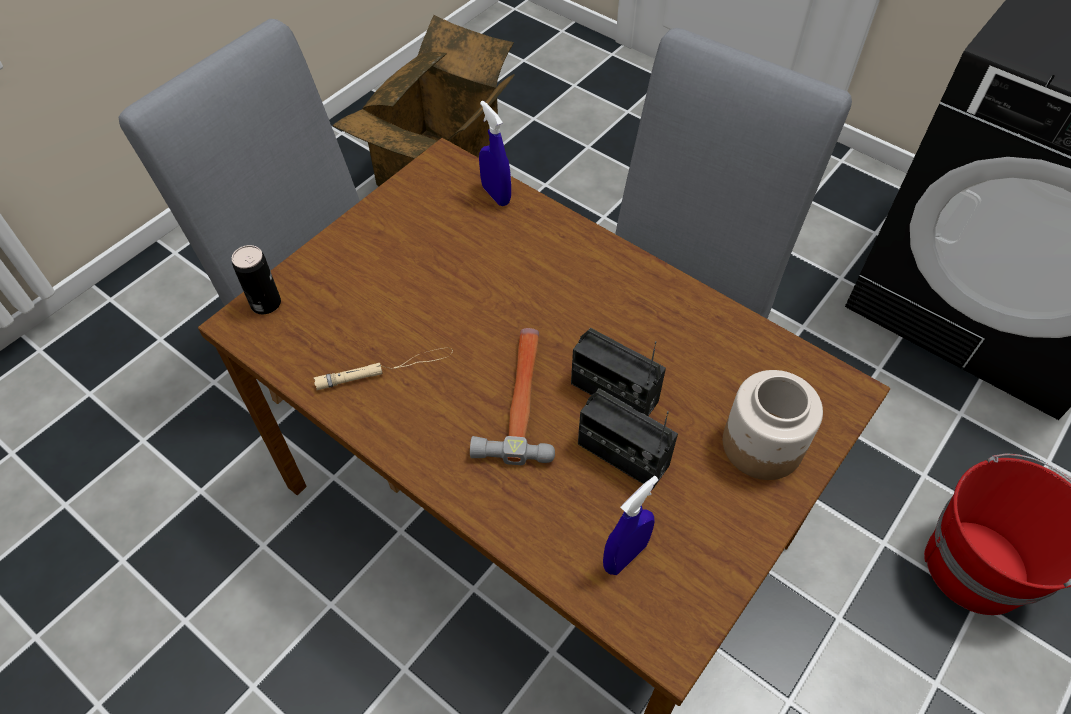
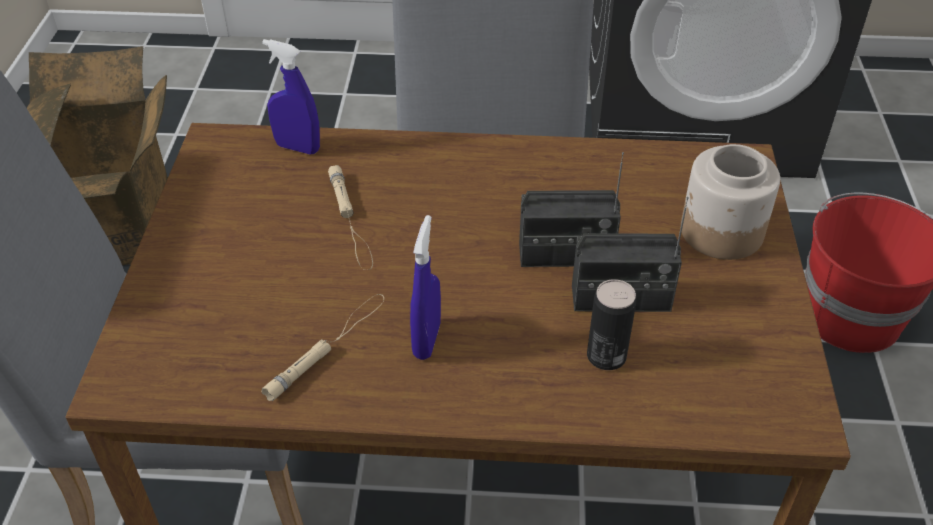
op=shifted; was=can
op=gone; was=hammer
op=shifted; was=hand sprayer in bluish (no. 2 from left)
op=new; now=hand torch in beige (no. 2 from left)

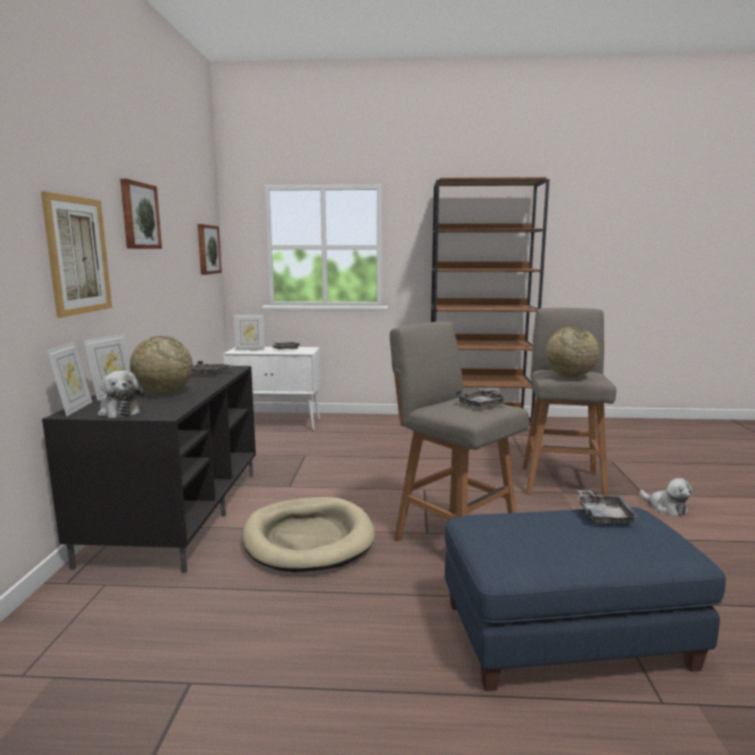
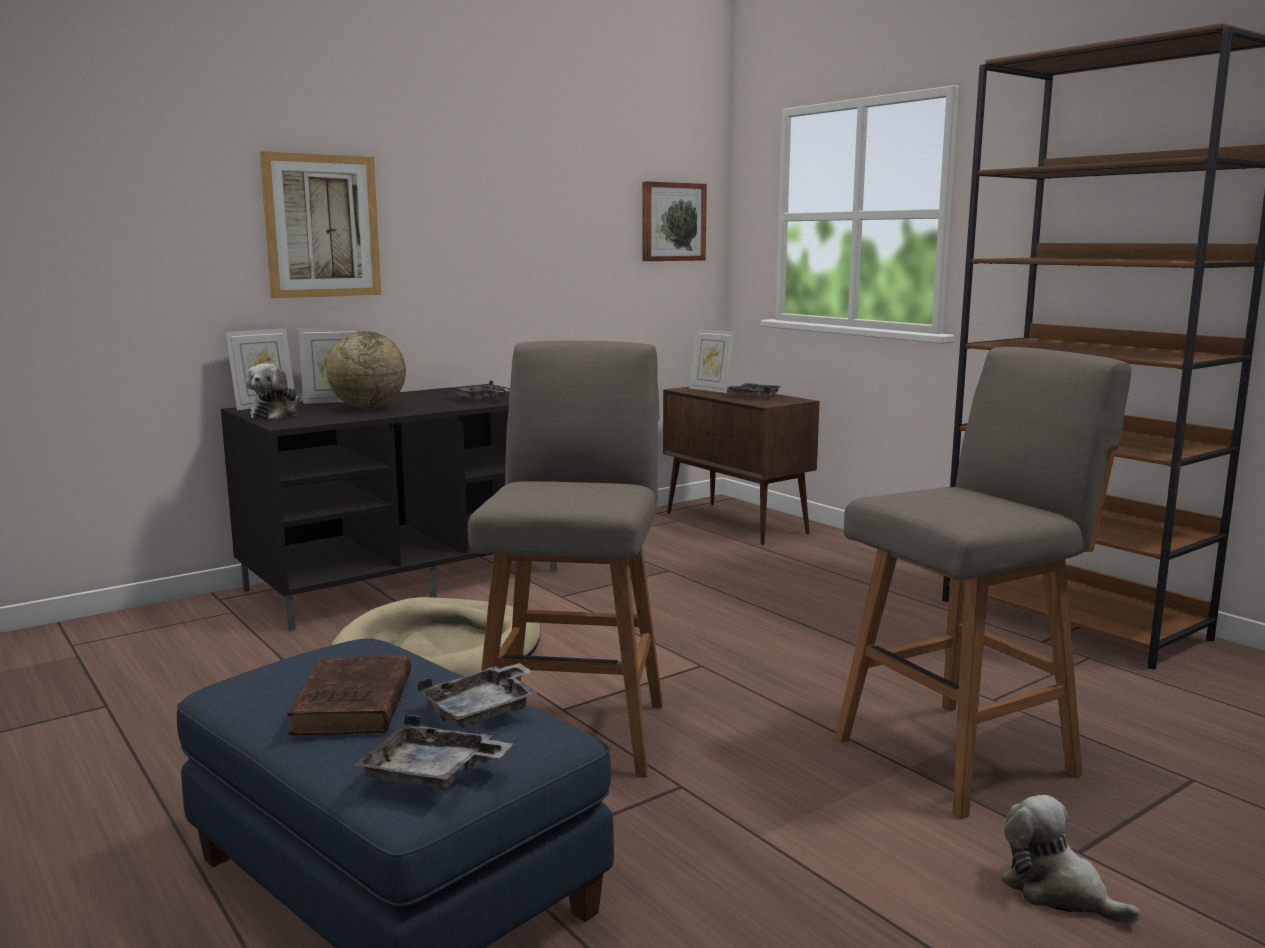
op=gone; was=wall art (no. 2 from left)
op=repainted; was=storage cabinet in whitish; now=storage cabinet in brownish
op=shifted; was=carrying tray in gray (no. 3 from left in the first image); now=carrying tray in gray (no. 1 from left)
op=gone; was=world globe (no. 2 from left)
op=rotated; was=cuddly toy (no. 2 from left); clockwise=120
op=new; now=bound book in brownish

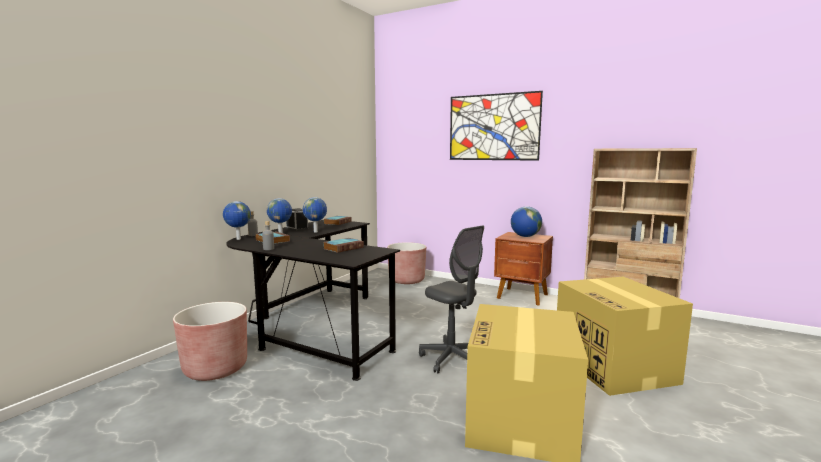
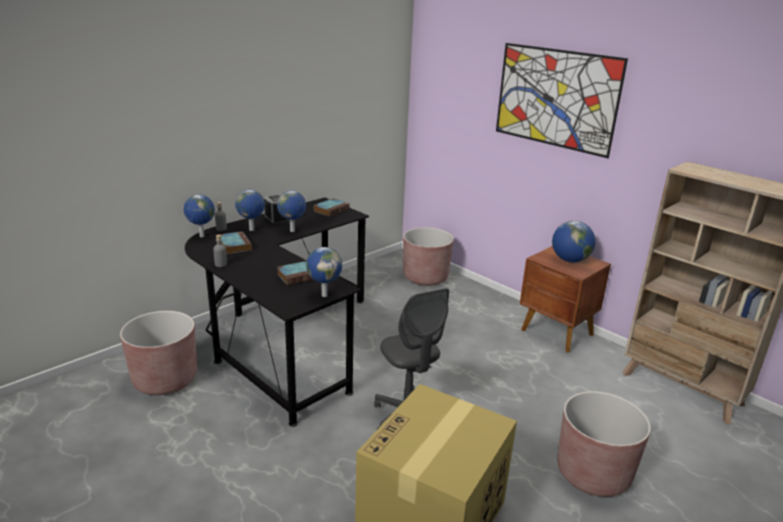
op=swapped; was=cardboard box (no. 2 from left); now=flower pot in brownish (no. 3 from left)
op=new; now=world globe (no. 4 from left)

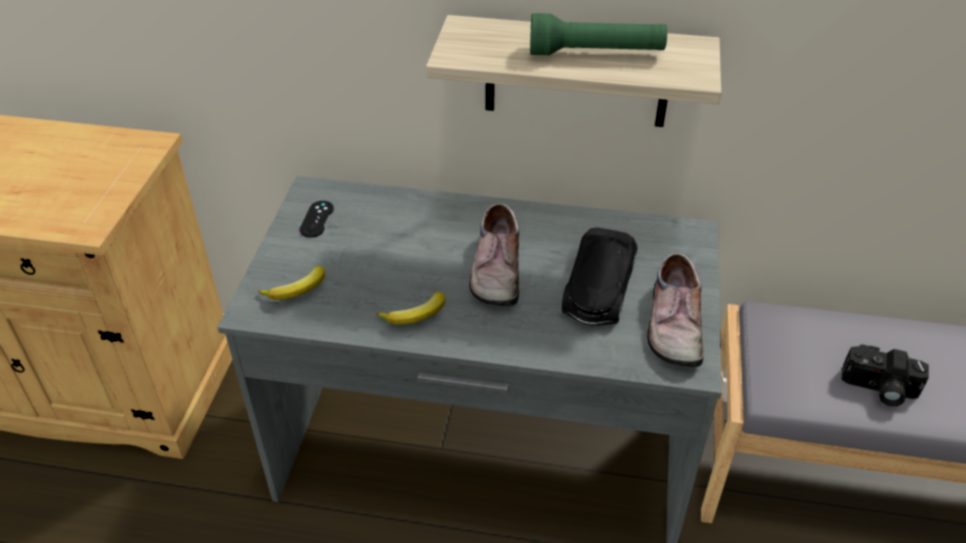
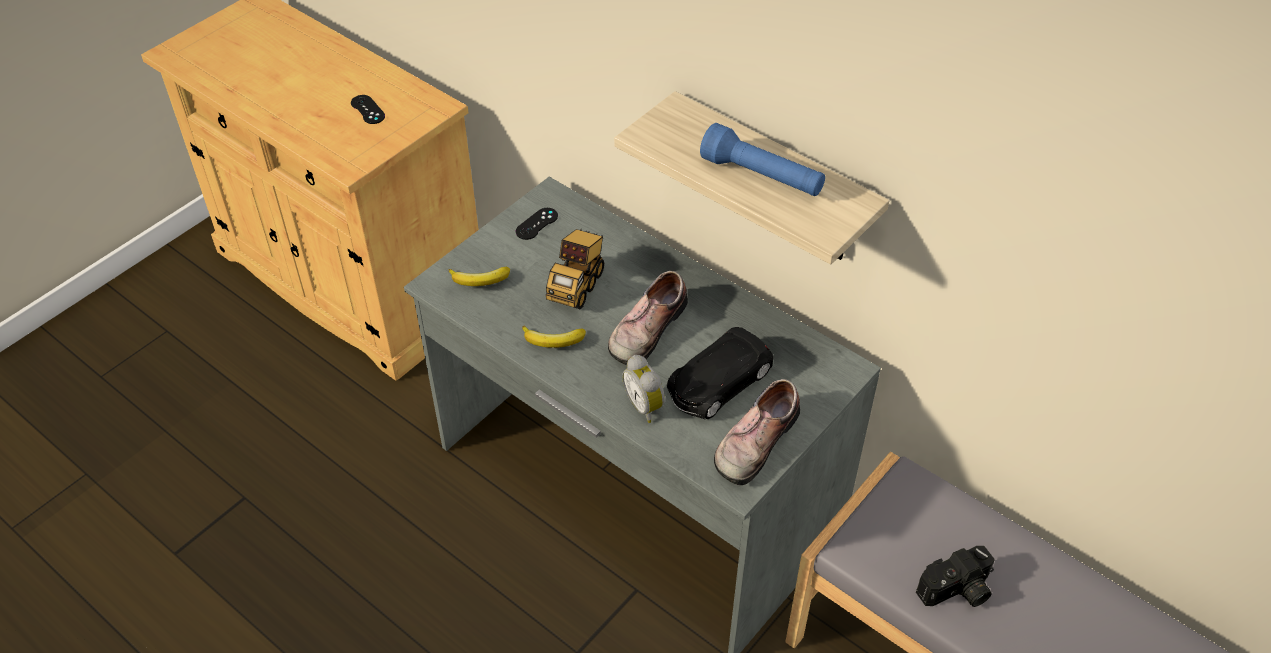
op=repainted; was=hand torch in green; now=hand torch in bluish
op=rotated; was=still camera; clockwise=-75
op=new; now=game controller in black (no. 1 from left)
op=new; now=toy truck
op=new; now=table clock

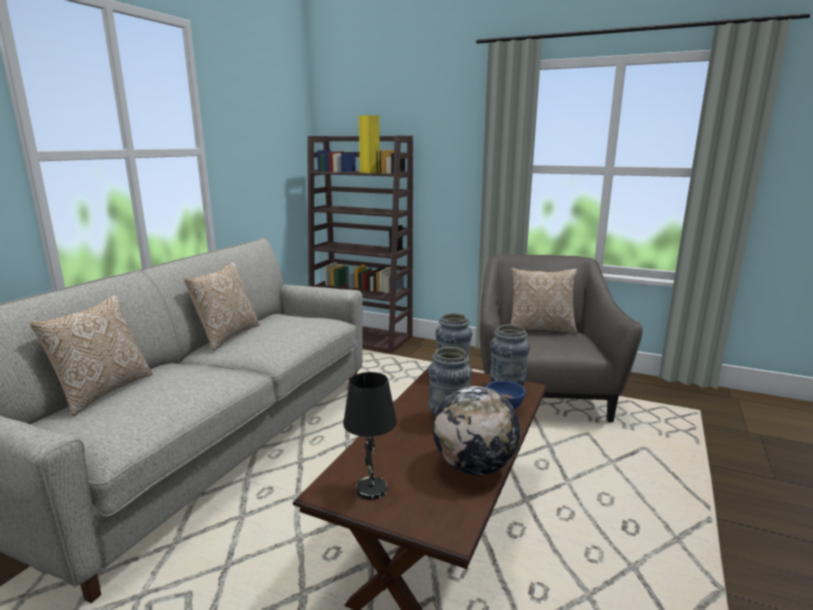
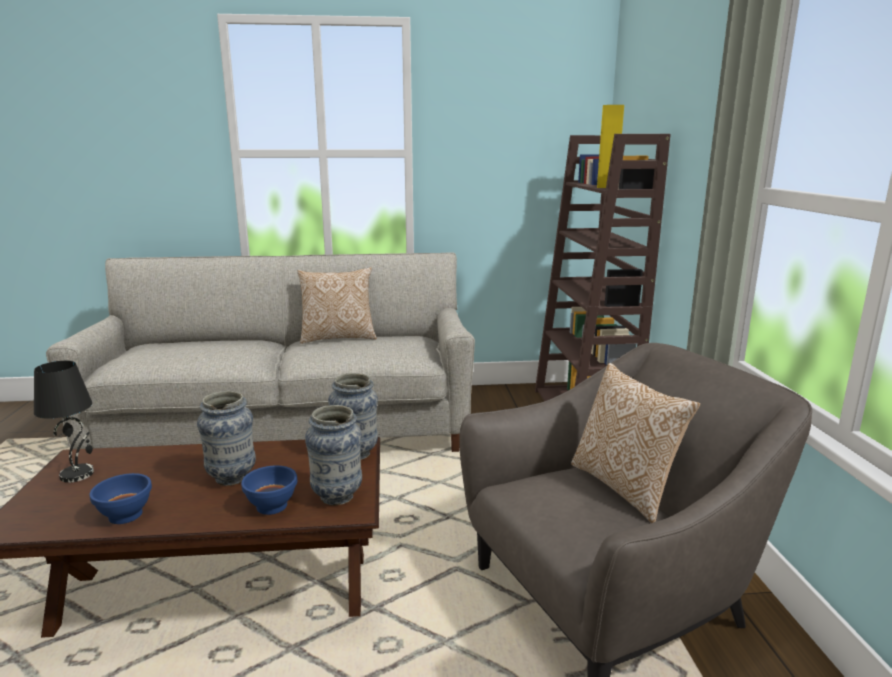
op=gone; was=pillow (no. 1 from left)
op=swapped; was=world globe; now=serving bowl in bluish (no. 1 from left)

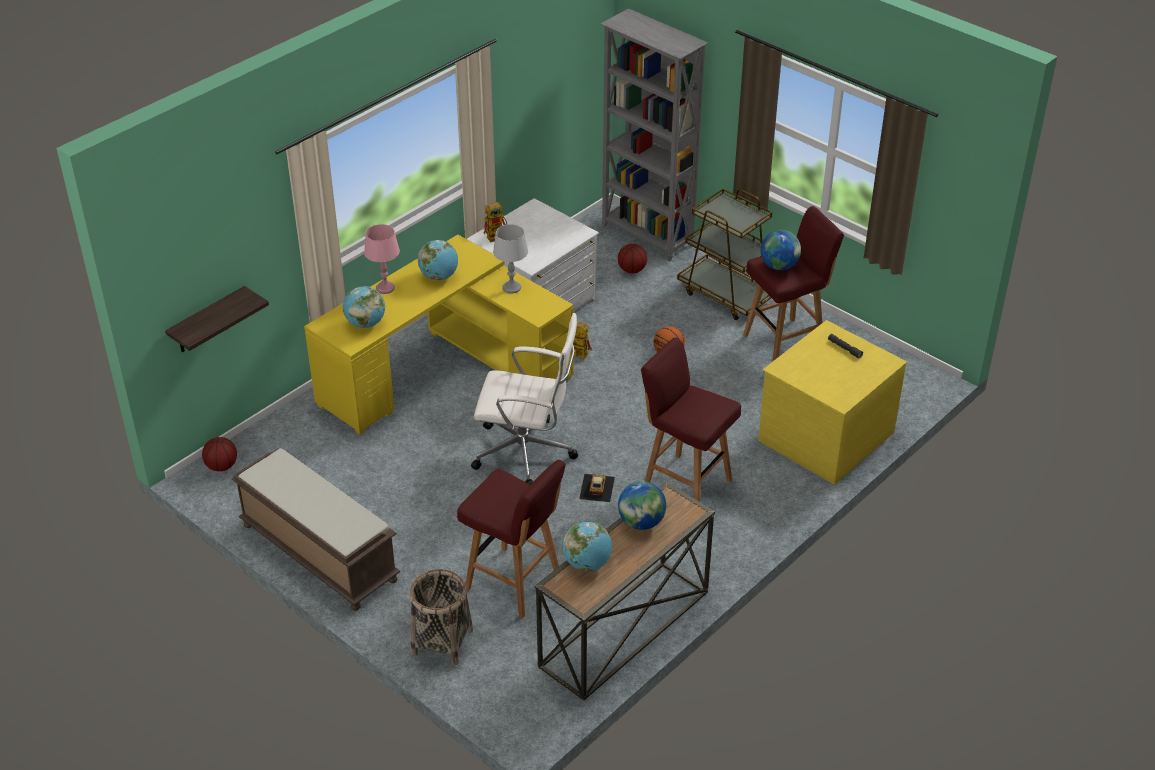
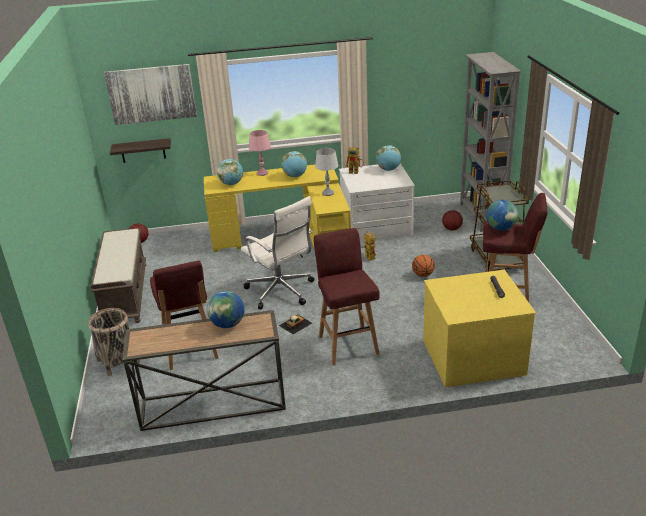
op=shifted; was=world globe (no. 3 from left in the first image); now=world globe (no. 4 from left)
op=new; now=wall art

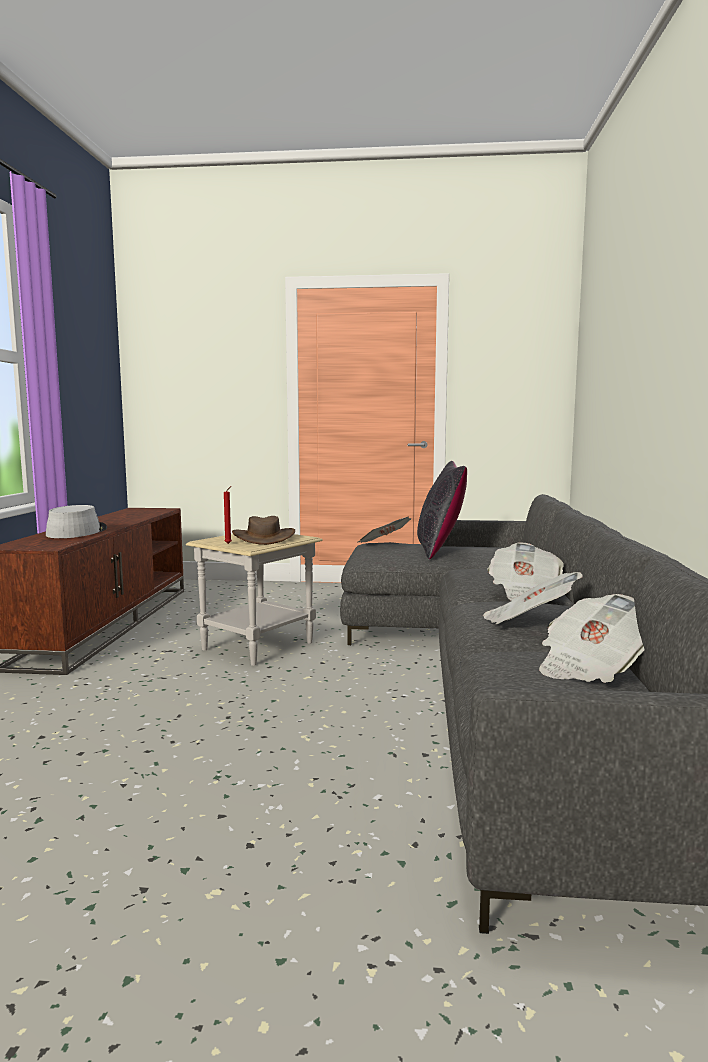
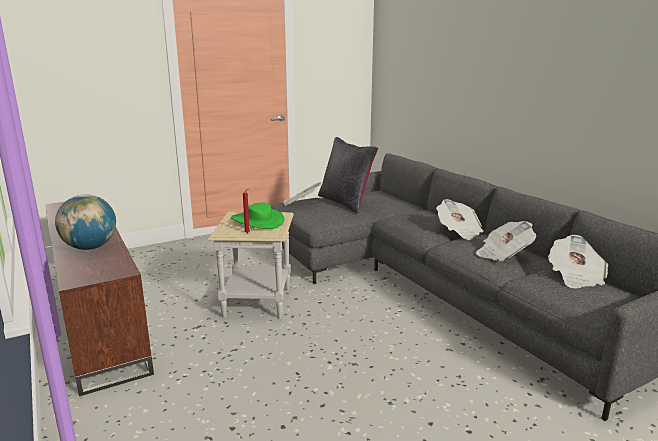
op=swapped; was=hat in gray; now=world globe
op=repainted; was=hat in brownish; now=hat in green

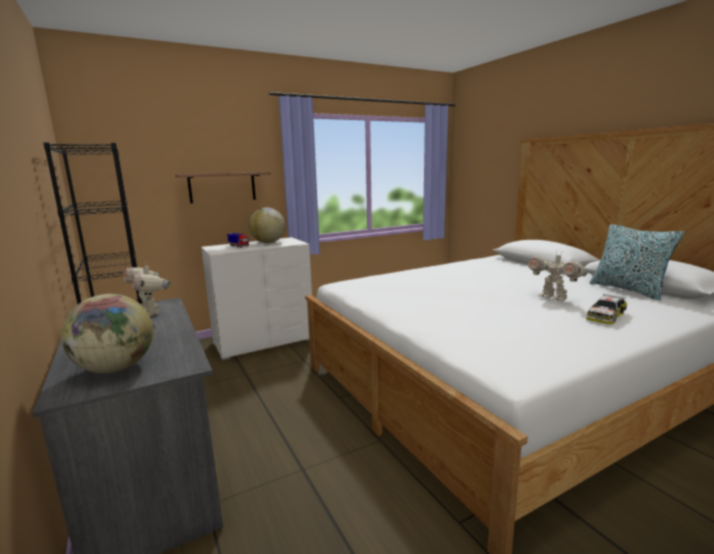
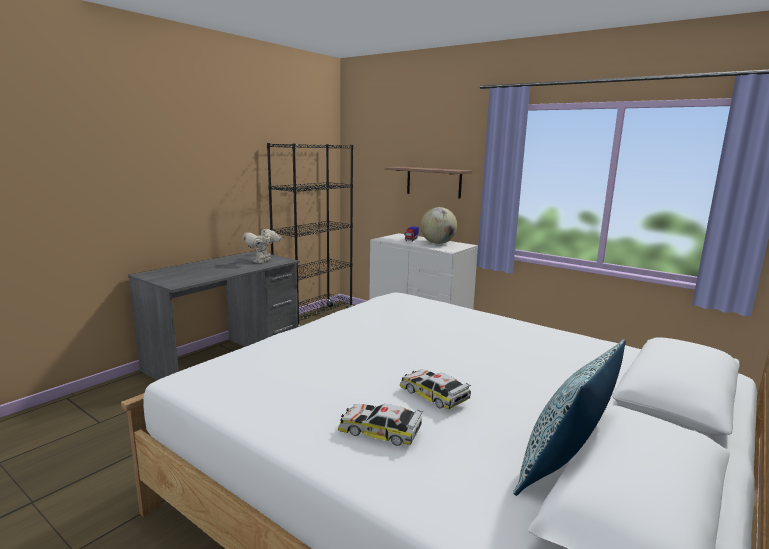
op=gone; was=world globe (no. 1 from left)
op=swapped; was=toy robot (no. 2 from left); now=model car (no. 2 from left)

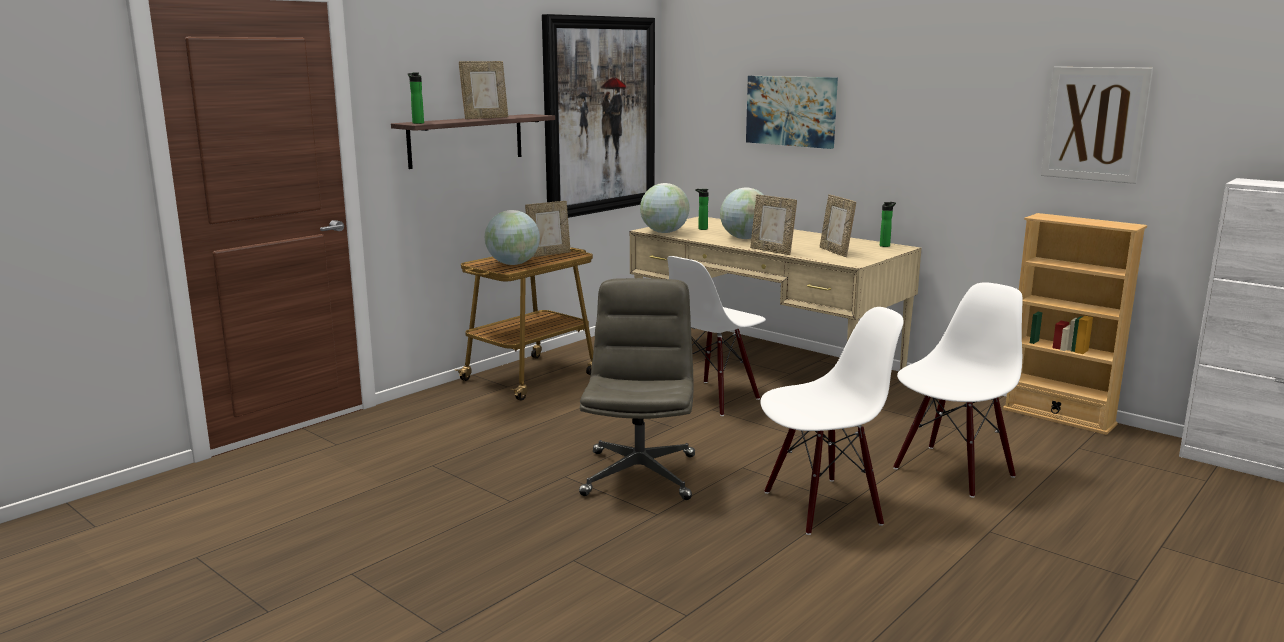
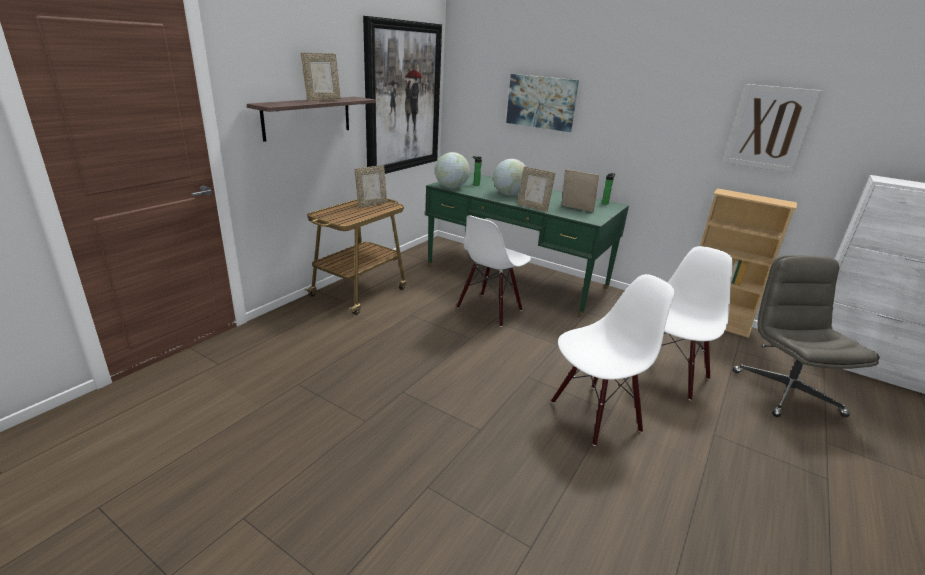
op=gone; was=bottle (no. 1 from left)
op=gone; was=world globe (no. 1 from left)
op=shifted; was=office chair in gray
op=repainted; was=desk in beige; now=desk in green
op=rotated; was=photo frame (no. 4 from left); clockwise=150

